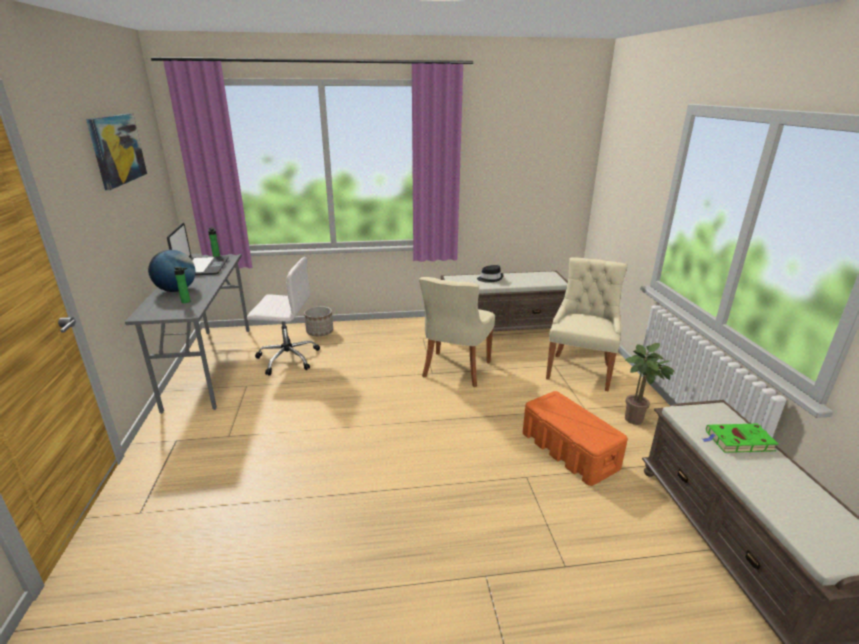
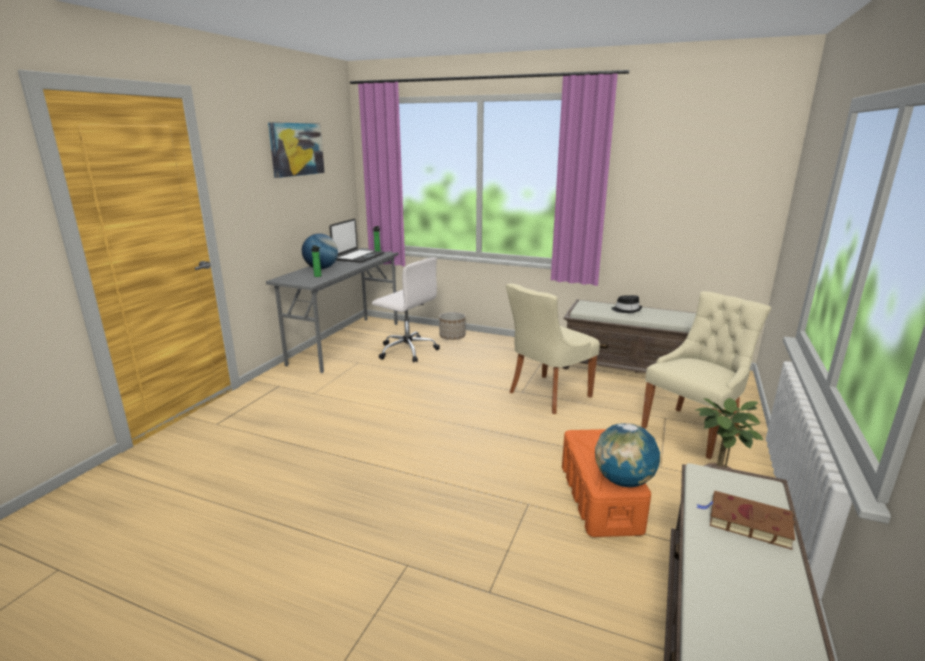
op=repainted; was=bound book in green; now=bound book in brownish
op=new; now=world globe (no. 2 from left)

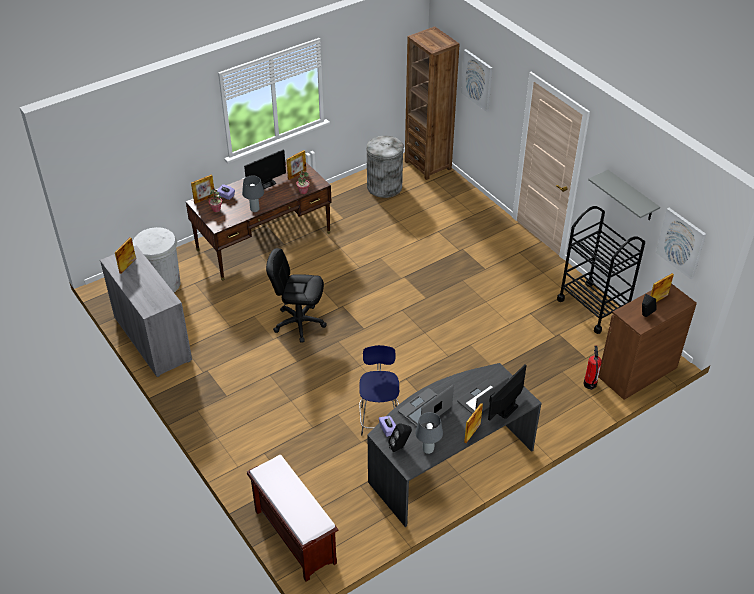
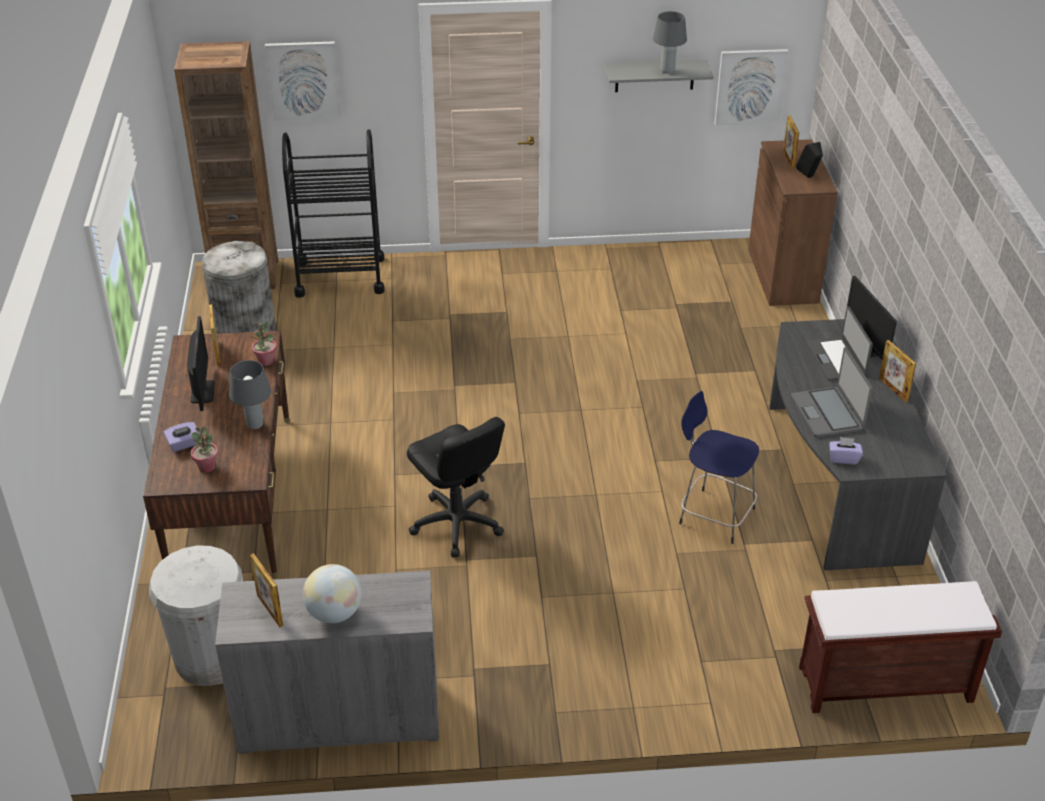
op=gone; was=photo frame (no. 2 from left)
op=rotated; was=office chair in black; clockwise=-75
op=gone; was=speaker in black (no. 1 from left)
op=shifted; was=table lamp in gray (no. 2 from left)
op=shifted; was=cart in black
op=gone; was=fire-fighting cylinder
op=new; now=world globe

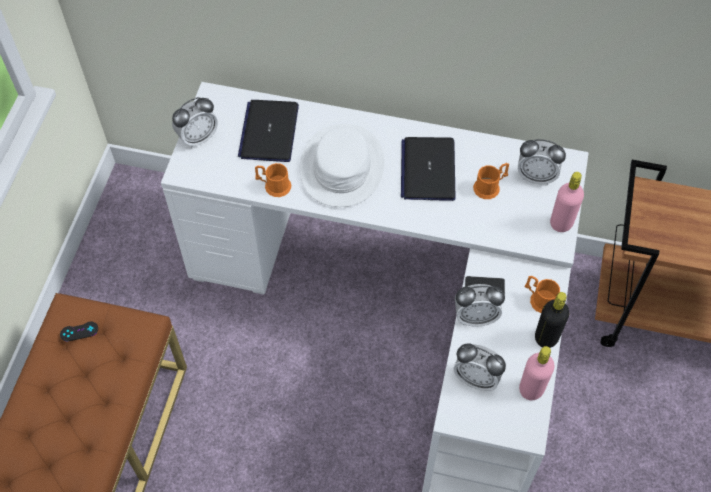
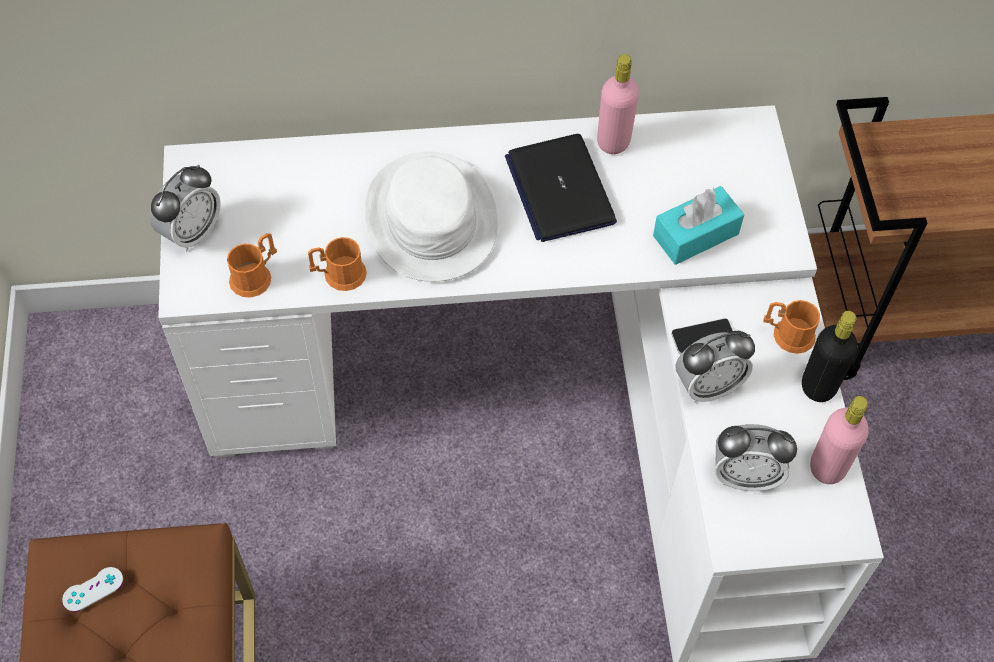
op=repainted; was=game controller in black; now=game controller in whitish
op=gone; was=laptop (no. 1 from left)
op=shifted; was=coffee mug in orange (no. 2 from left in the first image); now=coffee mug in orange (no. 1 from left)
op=gone; was=table clock (no. 4 from left)
op=shifted; was=bottle in pink-coloured (no. 2 from left in the first image); now=bottle in pink-coloured (no. 1 from left)
op=new; now=tissue box in blue-green

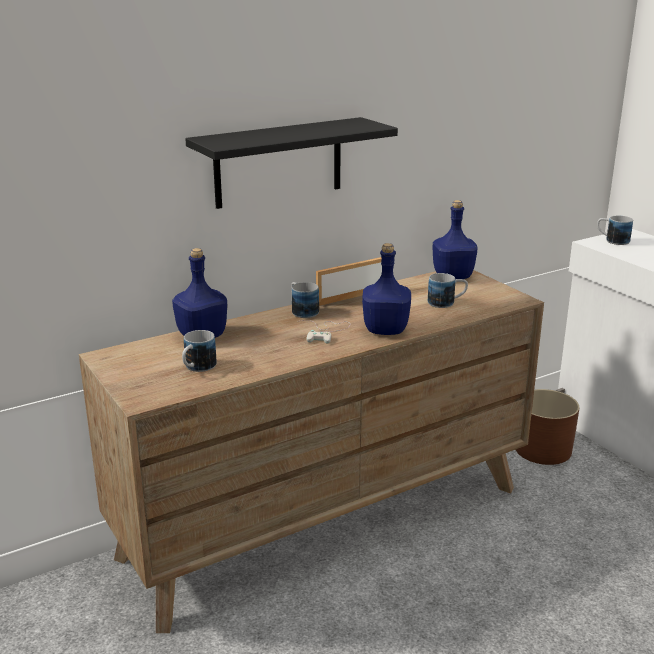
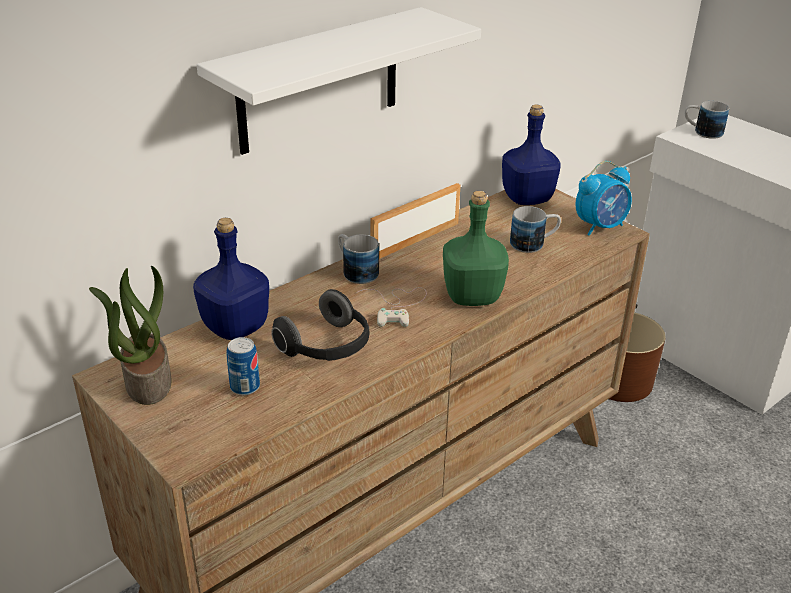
op=swapped; was=coffee mug (no. 1 from left); now=can
op=repainted; was=shelf in black; now=shelf in whitish
op=repainted; was=bottle in bluish (no. 2 from left); now=bottle in green
op=new; now=plant in a pot
op=new; now=headphones
op=new; now=table clock

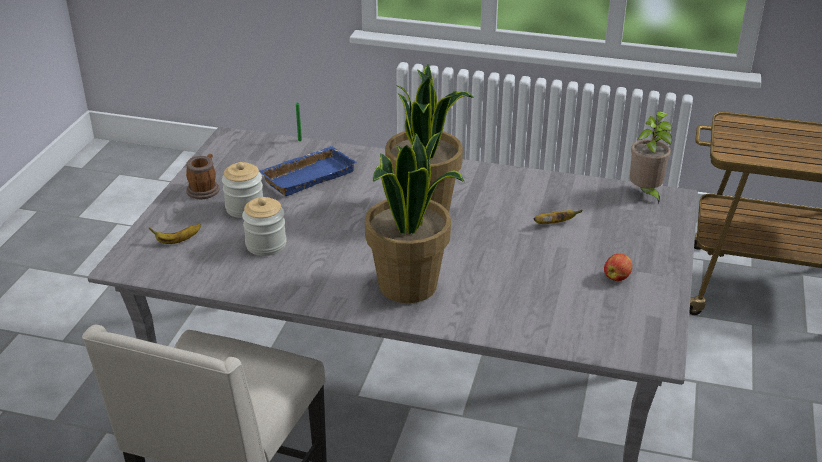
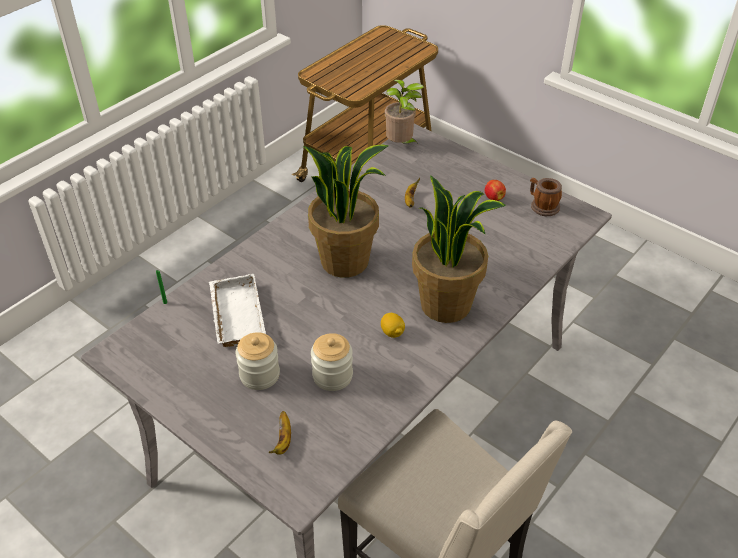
op=shifted; was=coffee mug
op=repainted; was=carrying tray in bluish; now=carrying tray in whitish
op=new; now=whole lemon

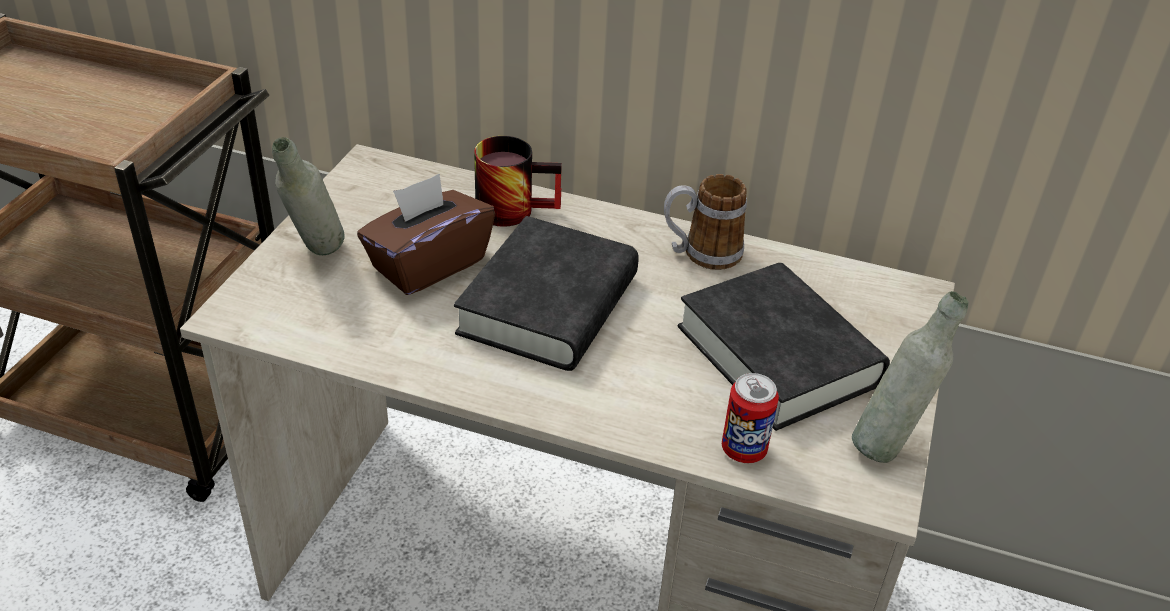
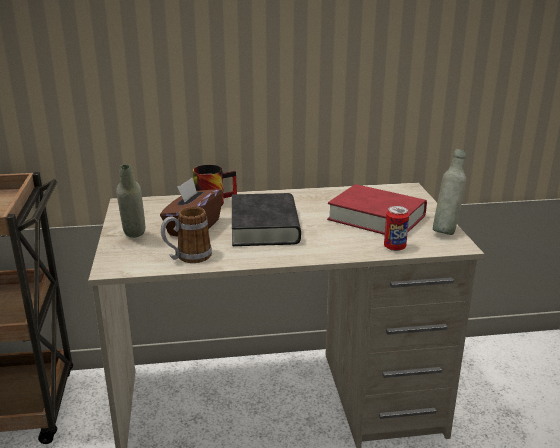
op=shifted; was=coffee mug (no. 2 from left in the first image); now=coffee mug (no. 1 from left)
op=repainted; was=bound book in black (no. 2 from left); now=bound book in reddish

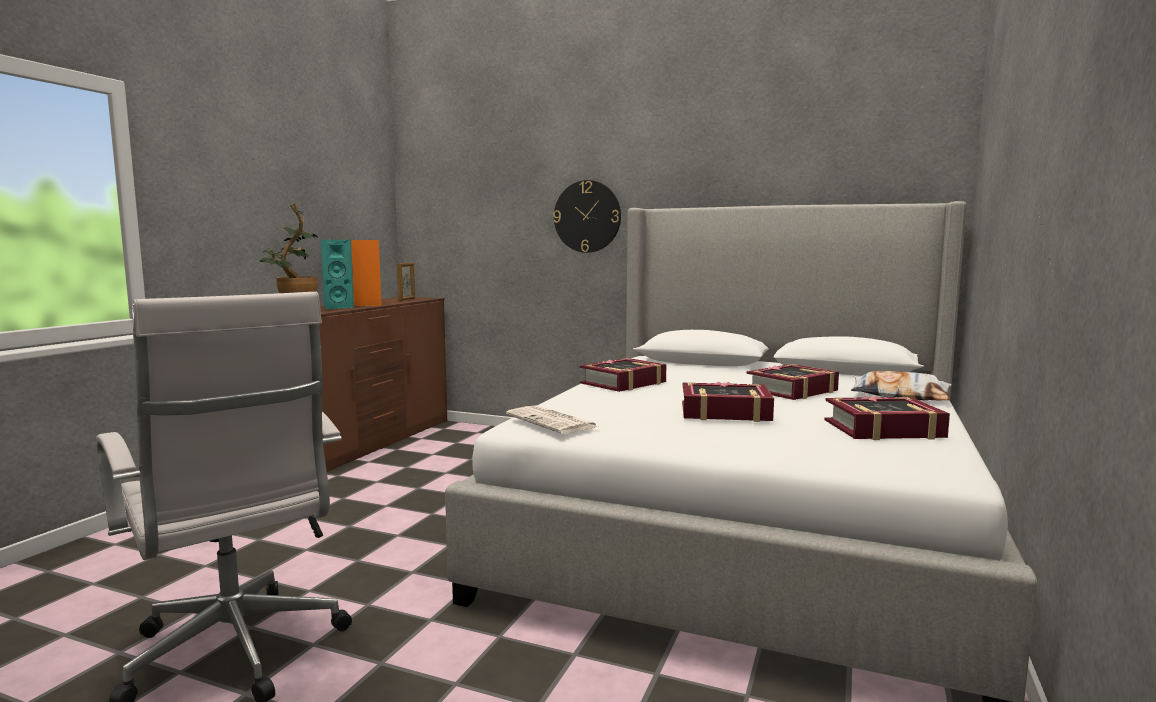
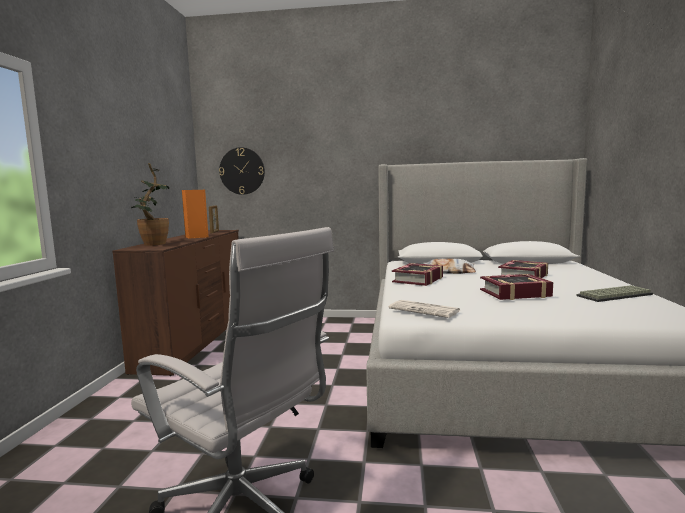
op=gone; was=speaker in blue-green
op=shifted; was=hanging clock
op=swapped; was=bound book (no. 4 from left); now=computer keyboard
op=shifted; was=pillow

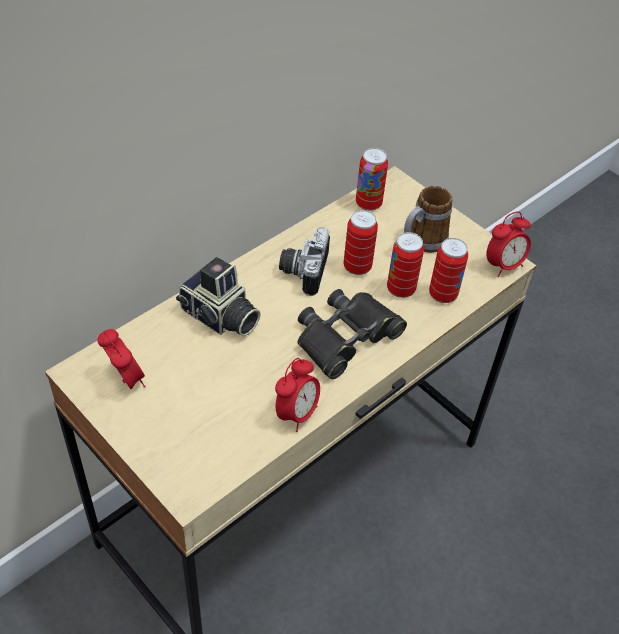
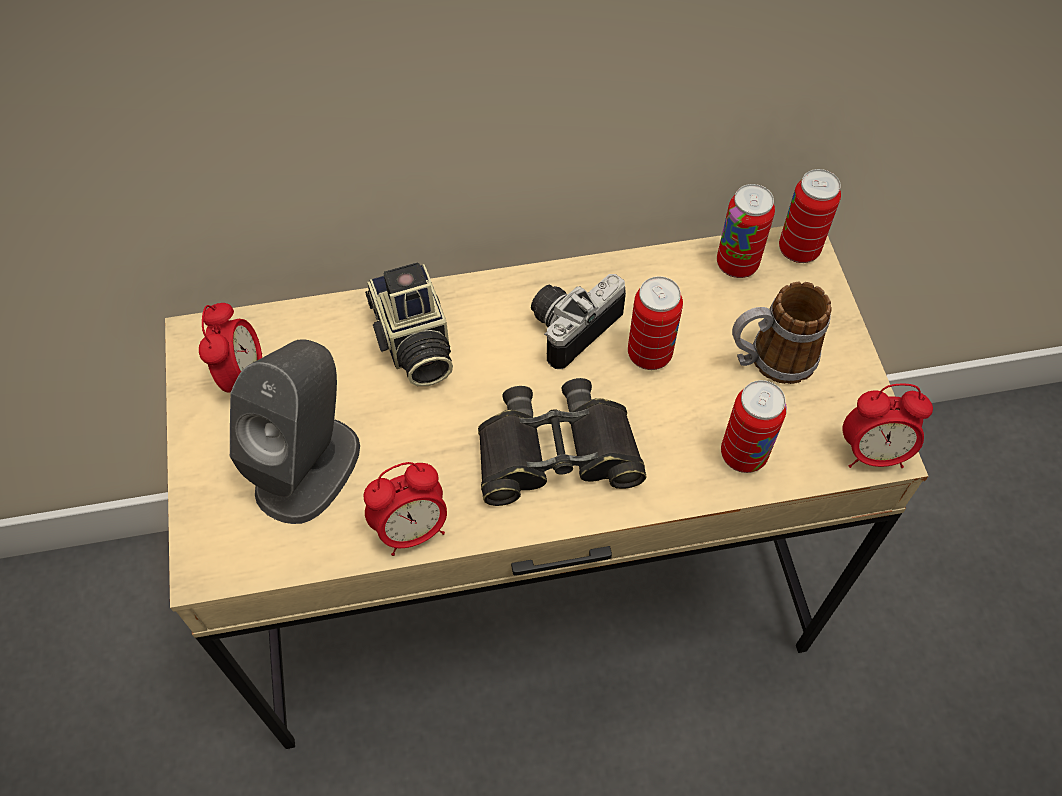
op=shifted; was=can (no. 3 from left in the first image); now=can (no. 4 from left)
op=new; now=speaker in gray

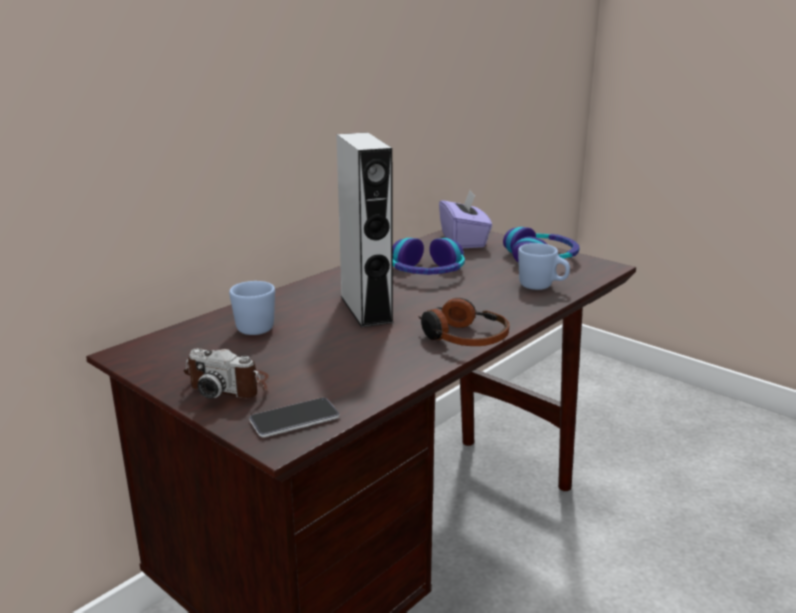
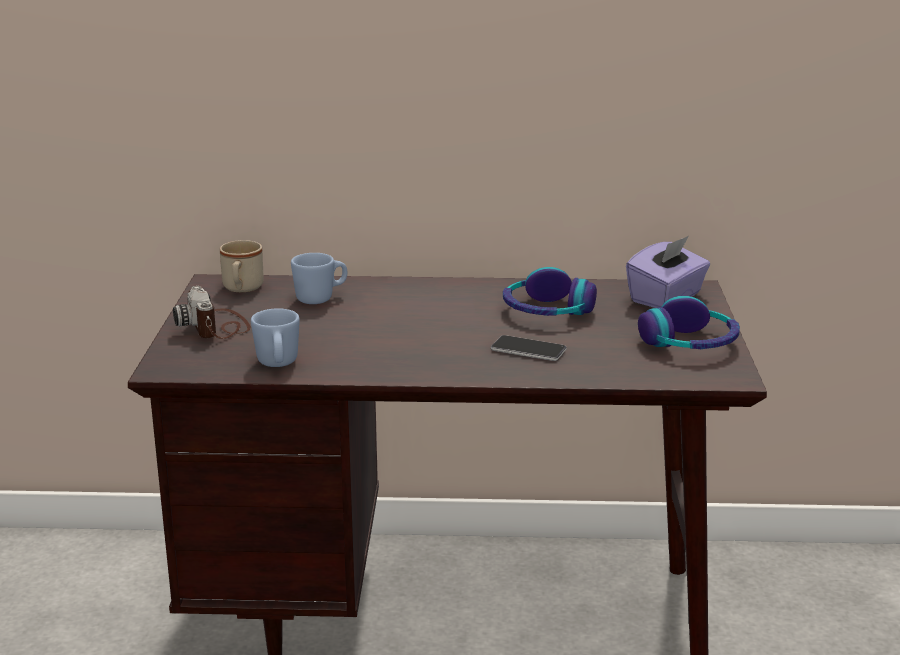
op=shifted; was=phone
op=gone; was=speaker in gray
op=gone; was=headphones (no. 2 from left)
op=shifted; was=coffee mug in bluish (no. 2 from left in the first image); now=coffee mug in bluish (no. 1 from left)
op=new; now=coffee mug in beige

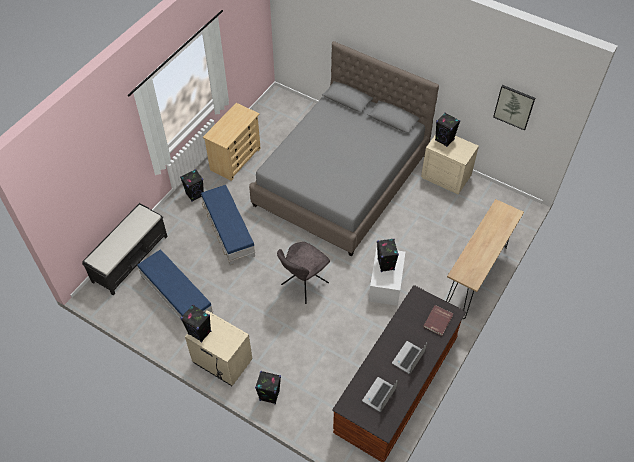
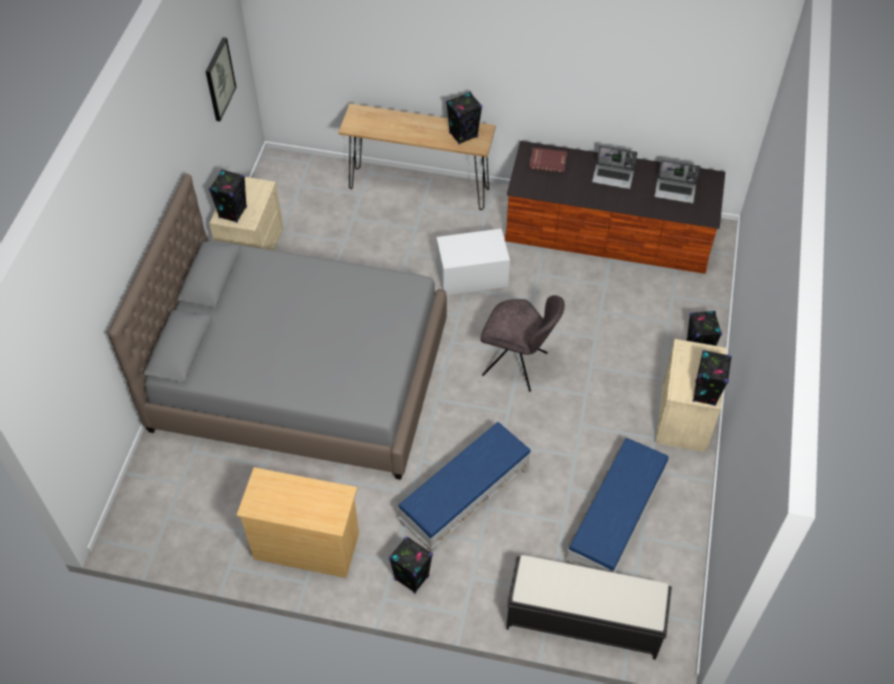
op=shifted; was=speaker in black (no. 4 from left in the first image); now=speaker in black (no. 3 from left)

